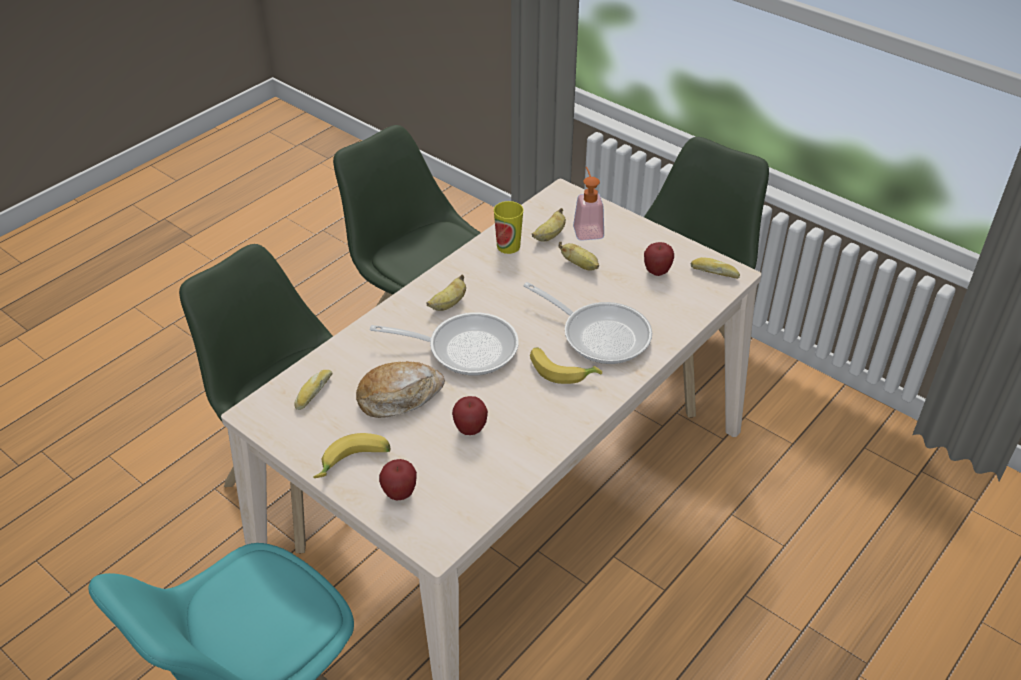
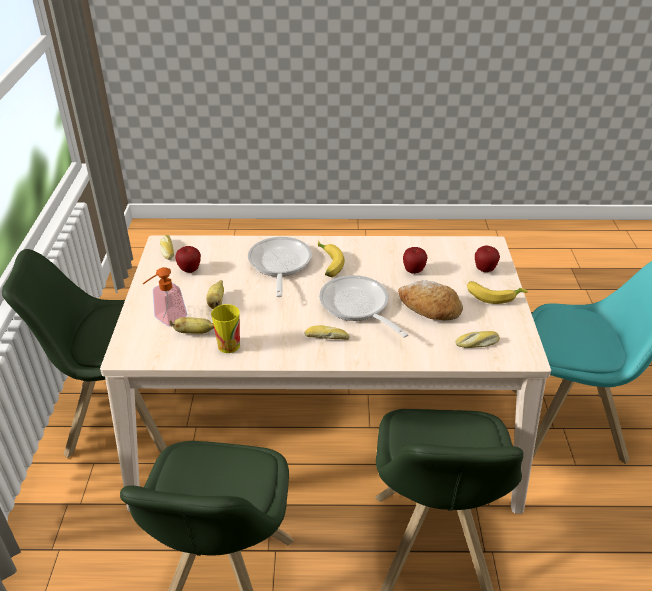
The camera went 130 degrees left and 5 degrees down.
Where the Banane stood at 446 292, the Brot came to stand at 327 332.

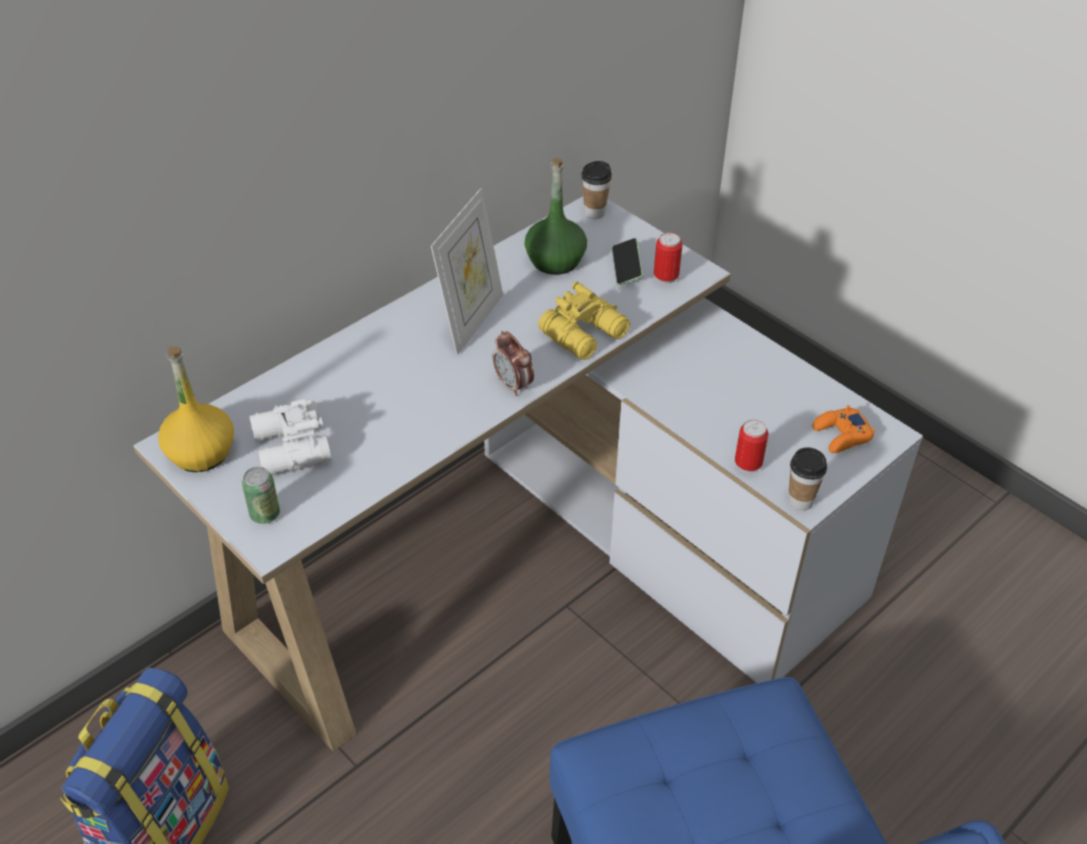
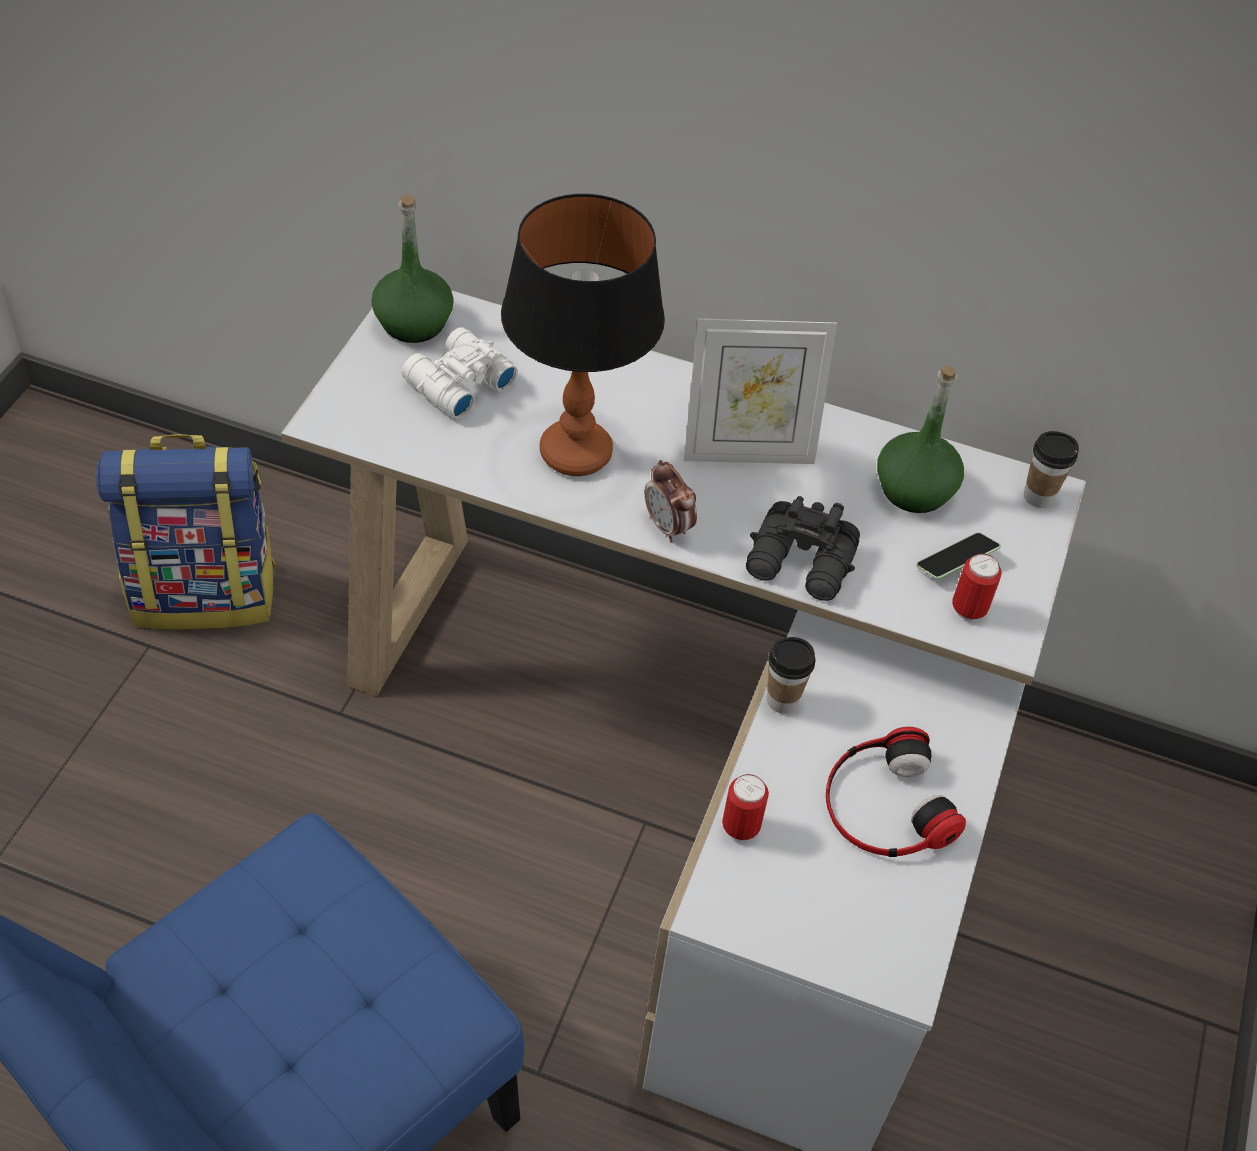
The camera went 60 degrees right and 5 degrees up.
The second view lost the Dose at 261 495.
The second view lost the Gamepad/orange at 843 429.
The second view gained the Tischlampe at 583 335.
The second view gained the Kopfhörer at 896 792.
The Tasse ended up elsewhere, having gone from 807 479 to 791 675.
What was the Flasche/gelb at 196 409 turned into the Flasche/grün at 412 268.
What was the Fernglas/gelb at 584 321 turned into the Fernglas/schwarz at 803 548.
The Wecker at 513 363 ended up facing another way, 60 degrees counterclockwise from before.

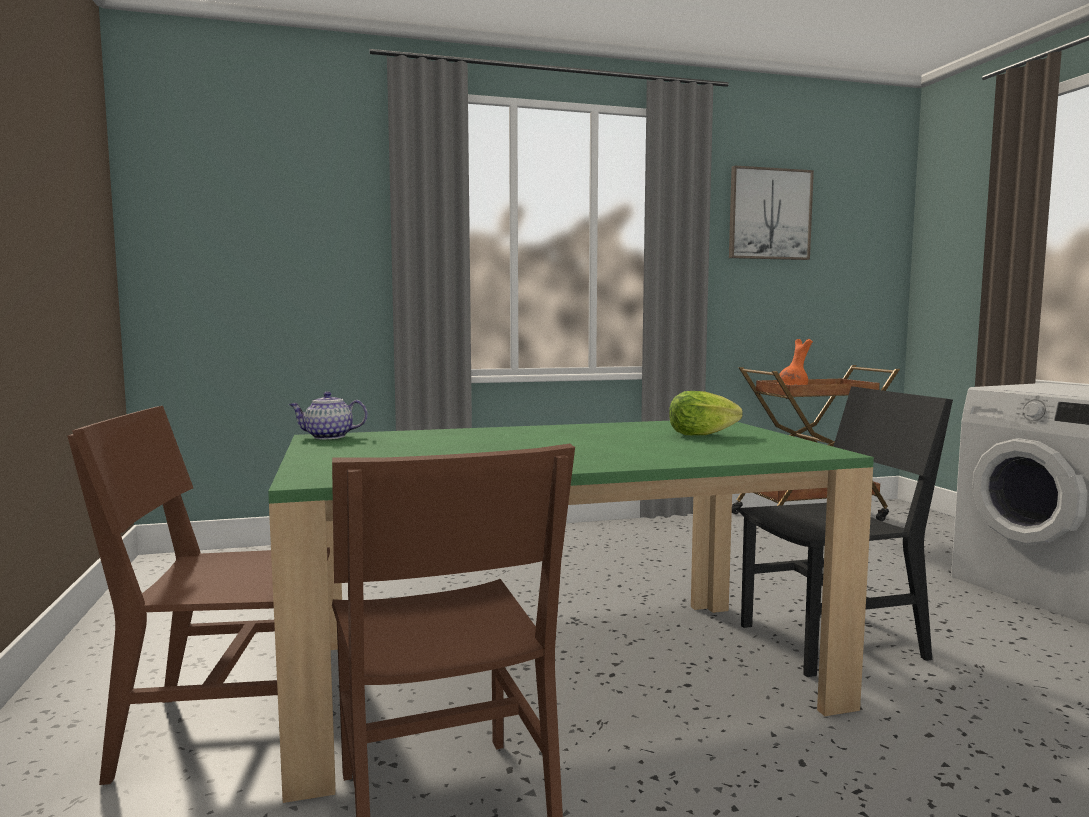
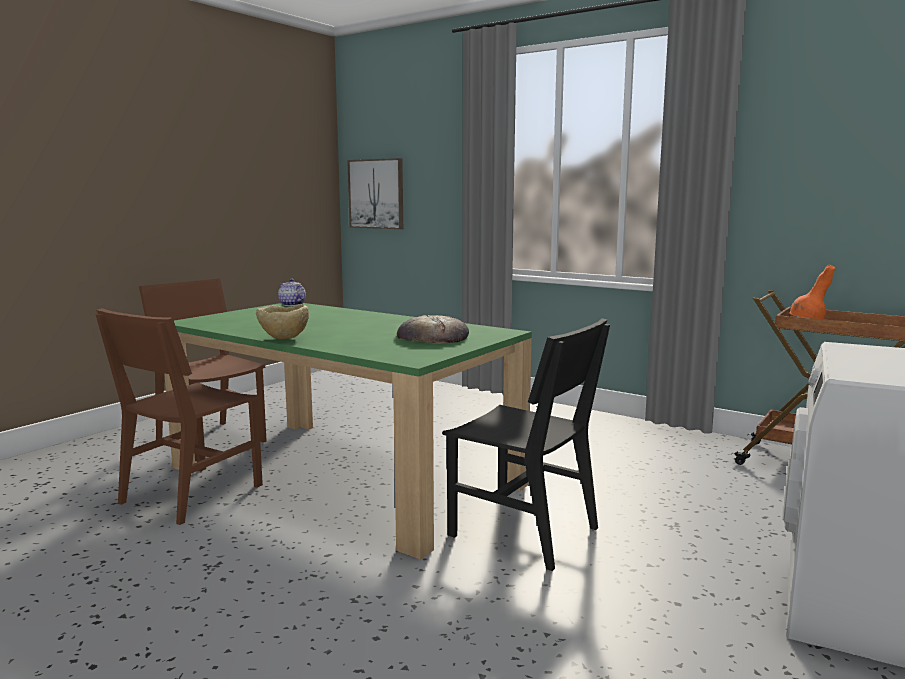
The camera went 50 degrees right and 5 degrees up.
The second view gained the Schüssel/beige at 282 321.
The Bild ended up elsewhere, having gone from 771 213 to 375 193.
Where the Salatkopf stood at 706 413, the Brot came to stand at 433 329.

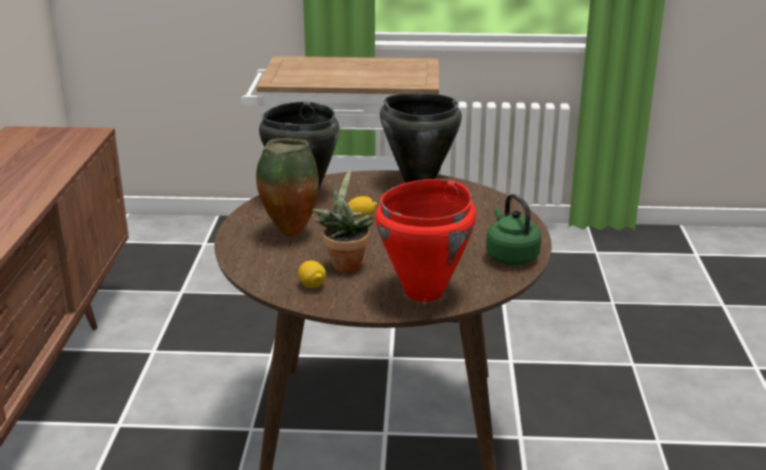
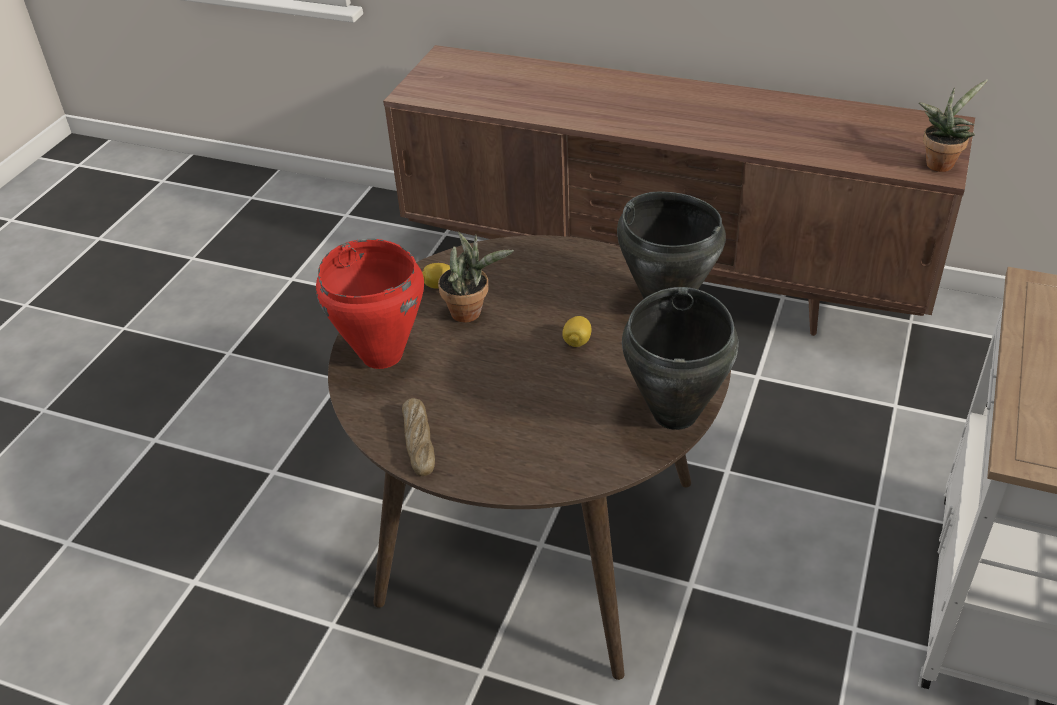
The camera went 110 degrees right and 15 degrees up.
The second view lost the Vase at 287 187.
The second view gained the Topfpflanze at 953 125.
Where the Wasserkessel/grün stood at 513 229, the Brot came to stand at 418 437.

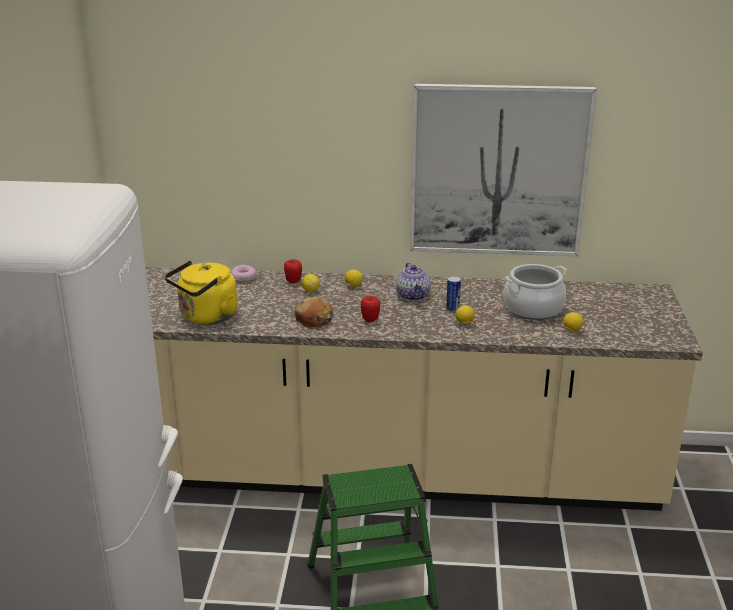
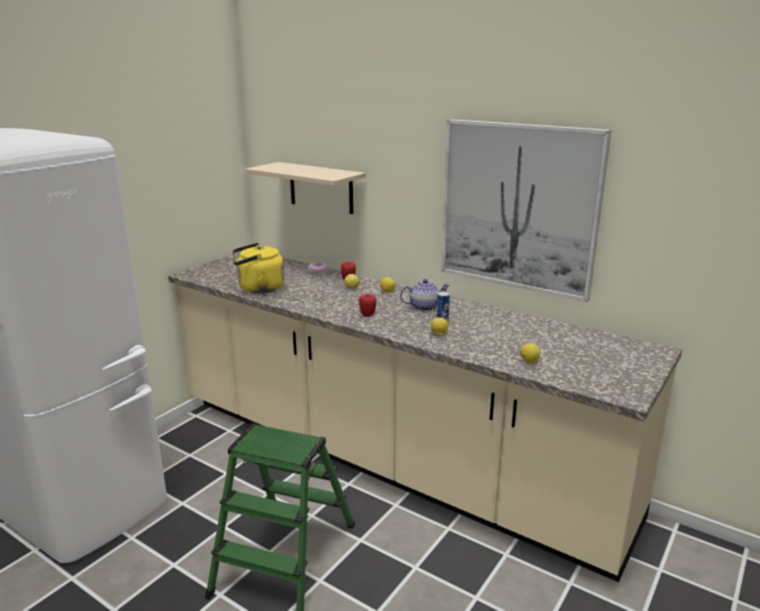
The camera went 30 degrees right and 5 degrees down.
The second view lost the Brot at 314 311.
The second view lost the Kochtopf at 535 292.
The second view gained the Wandregal/beige at 305 188.
The Teekanne at 413 282 ended up facing another way, 120 degrees counterclockwise from before.

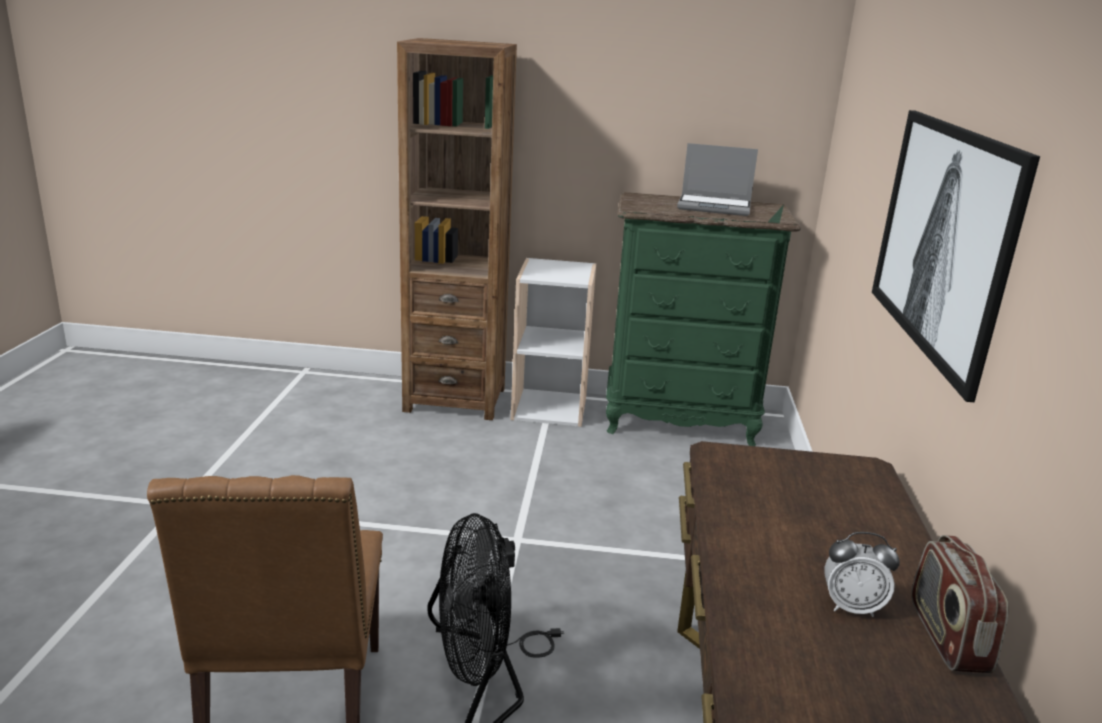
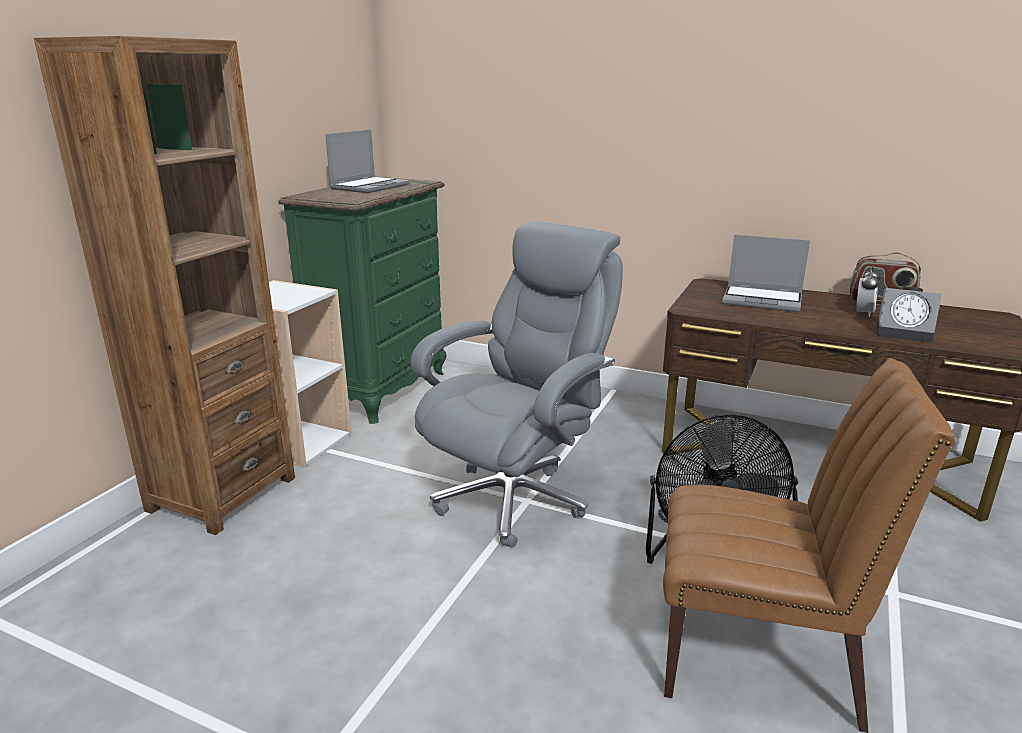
The camera went 70 degrees left and 0 degrees up.
The second view lost the Bild at 956 256.
The second view gained the Bürostuhl/grau at 516 384.
The second view gained the Laptop at 766 273.
The second view gained the Wecker at 909 315.

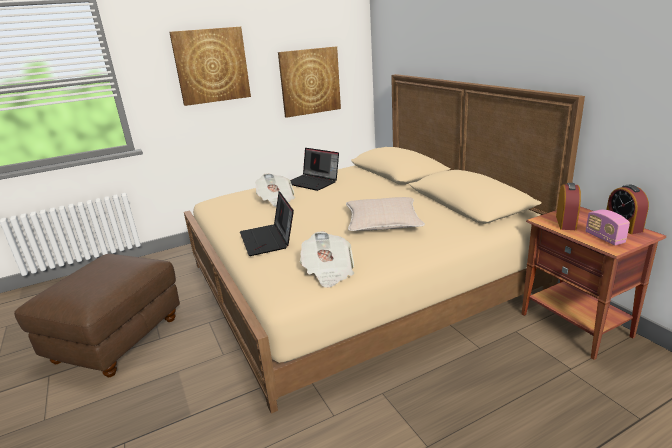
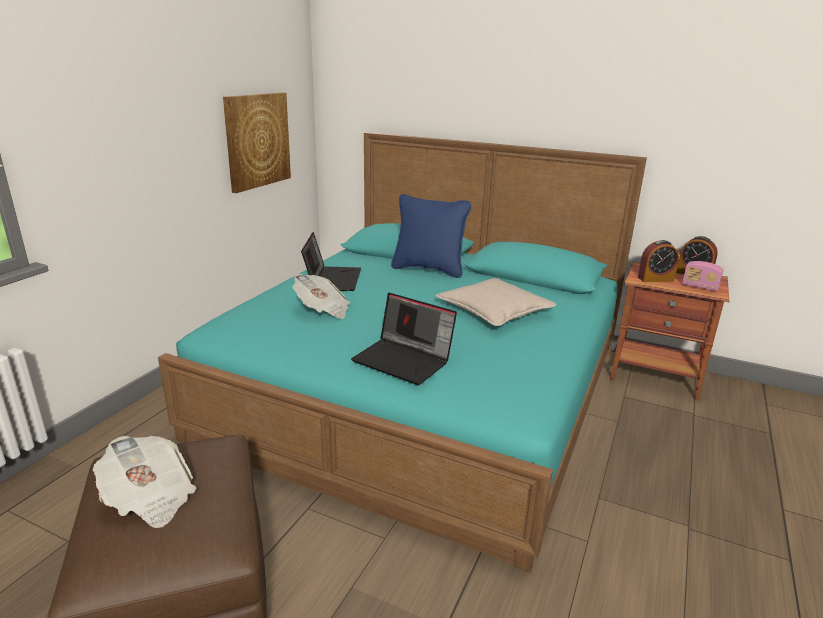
The camera went 40 degrees left and 0 degrees up.
The second view lost the Bild at 210 66.
The second view gained the Kissen/blau at 431 236.
The Zeitung ended up elsewhere, having gone from 327 259 to 145 482.
What was the Bett/beige at 384 244 turned into the Bett/türkis at 402 352.
The Laptop at 314 169 ended up facing another way, 90 degrees counterclockwise from before.
The Wecker at 568 206 ended up facing another way, 105 degrees clockwise from before.

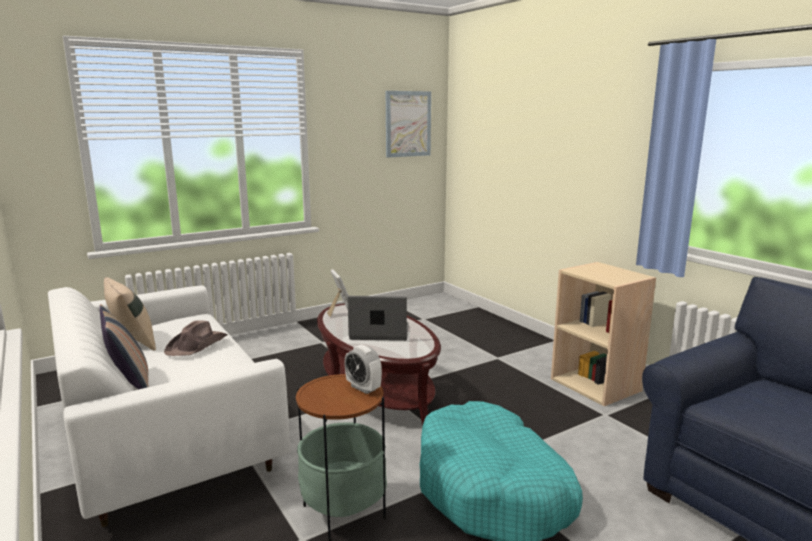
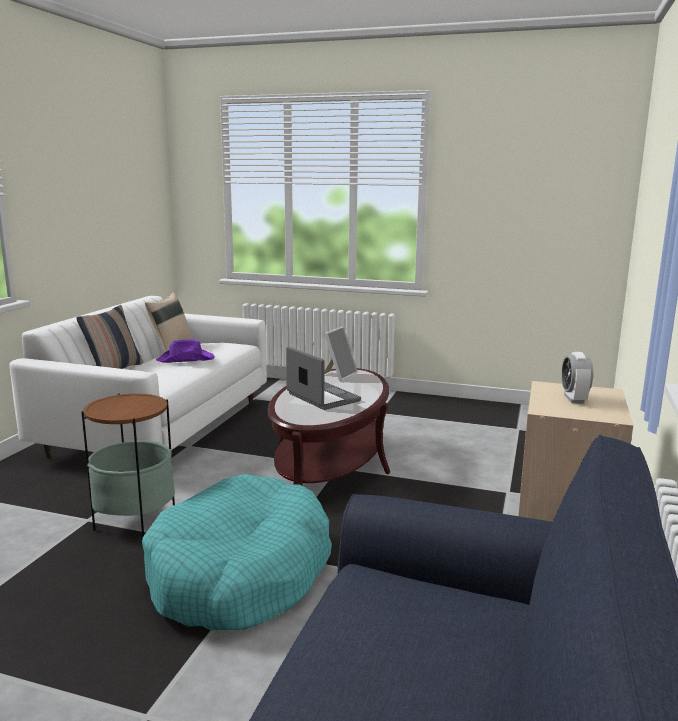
The camera went 50 degrees right and 0 degrees up.
The second view lost the Bild at 408 124.
The Wecker ended up elsewhere, having gone from 363 369 to 577 378.
What was the Hut/braun at 196 338 turned into the Hut/lila at 185 351.

